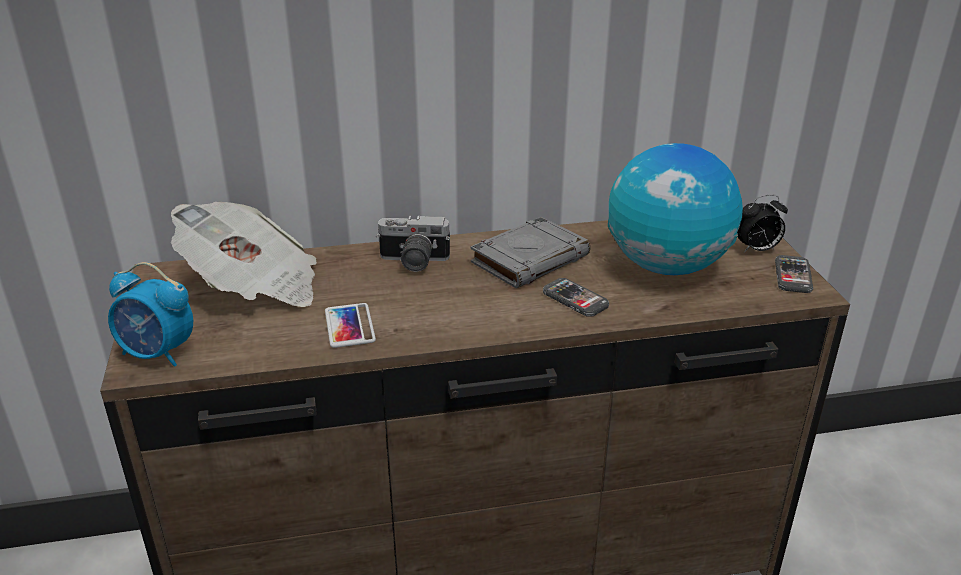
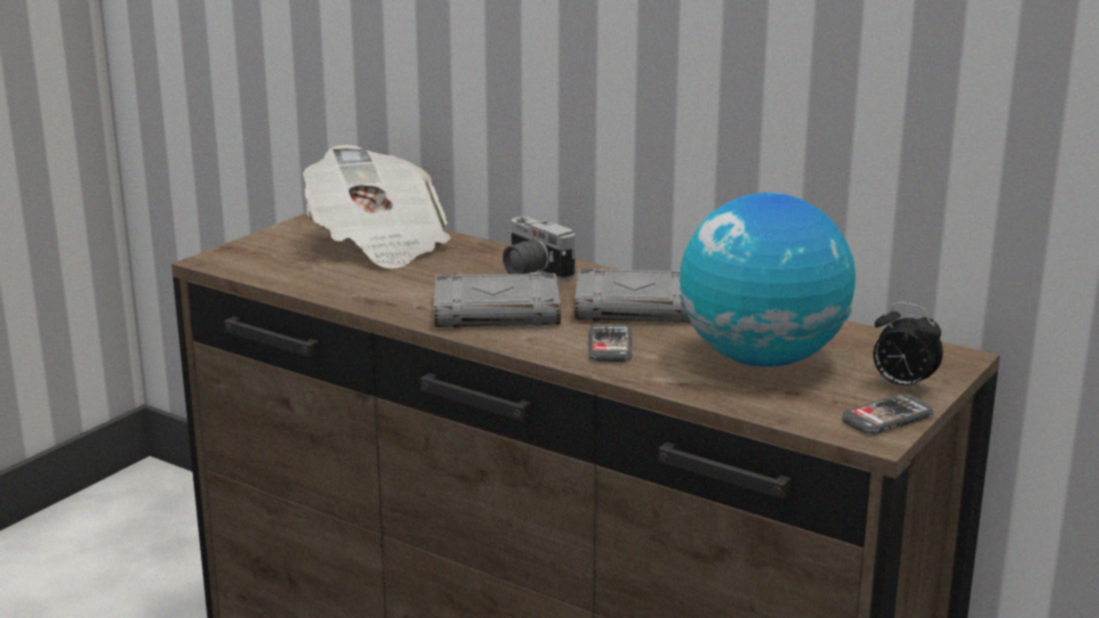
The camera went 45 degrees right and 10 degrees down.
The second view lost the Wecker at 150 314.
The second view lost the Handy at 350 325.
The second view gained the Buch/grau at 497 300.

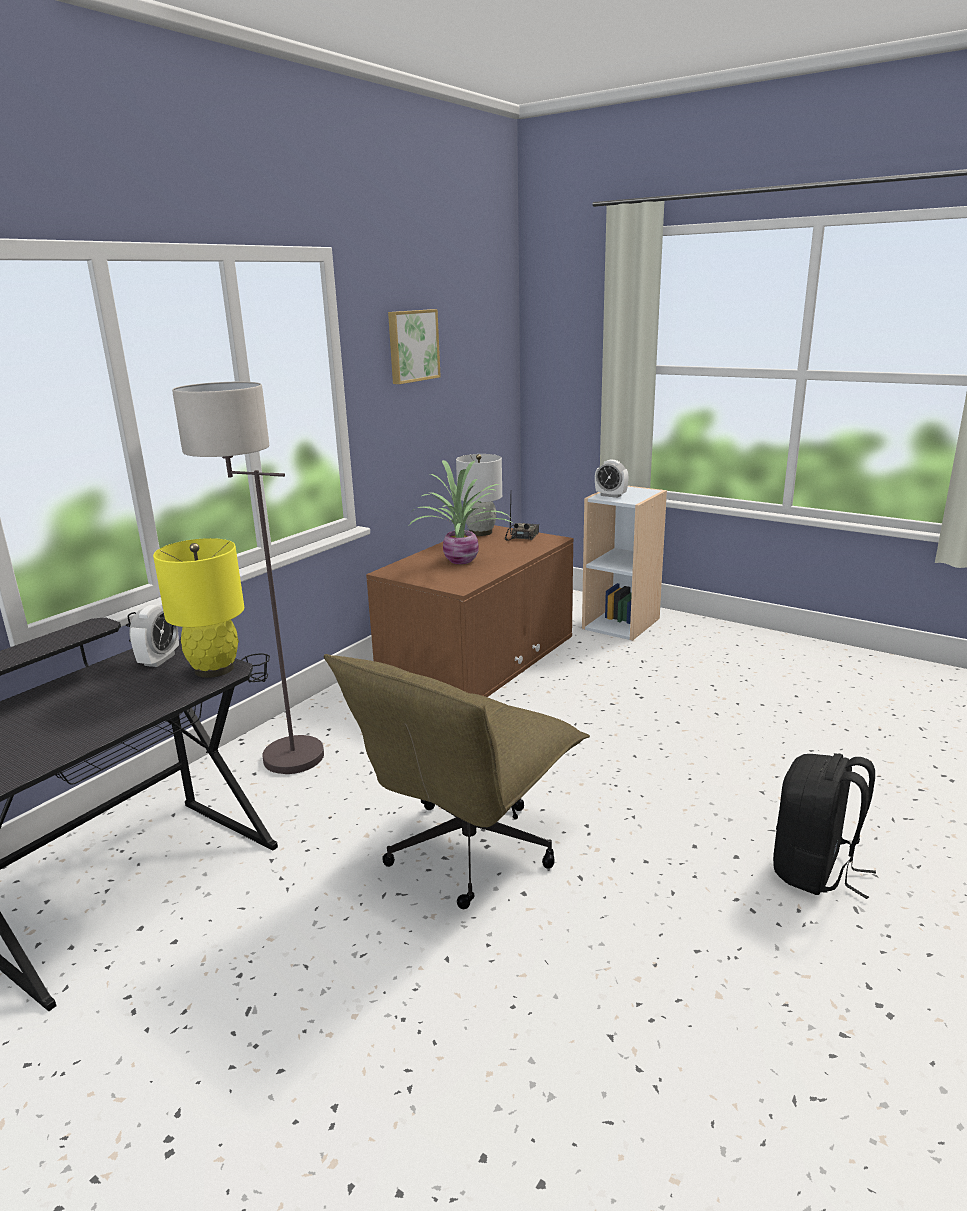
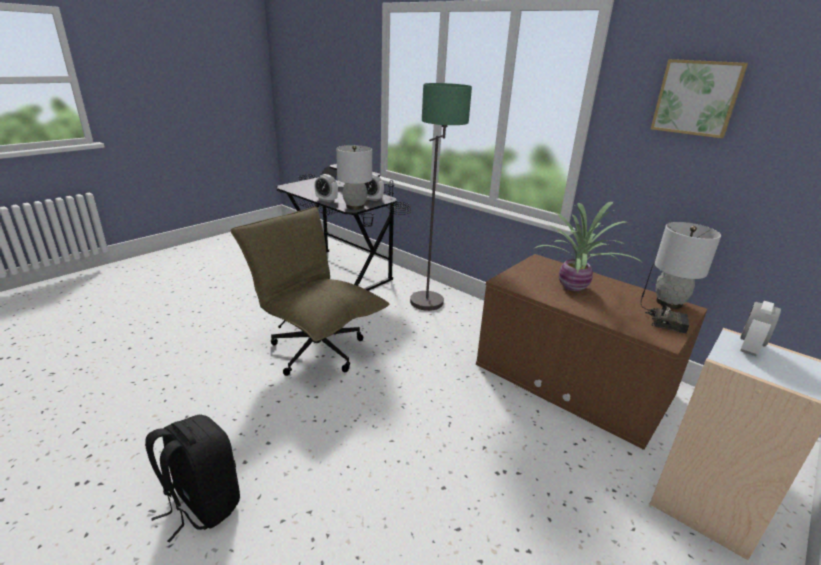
The camera went 95 degrees right and 5 degrees up.
The second view gained the Wecker at 326 188.
What was the Tischlampe/gelb at 198 608 turned into the Tischlampe/weiß at 354 177.
What was the Stehlampe/grau at 248 578 turned into the Stehlampe/grün at 441 197.

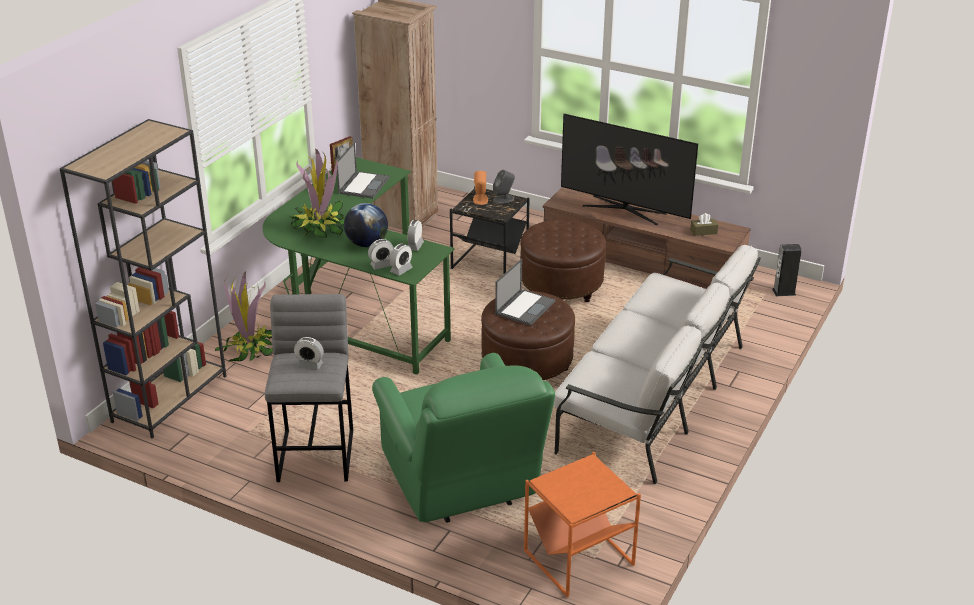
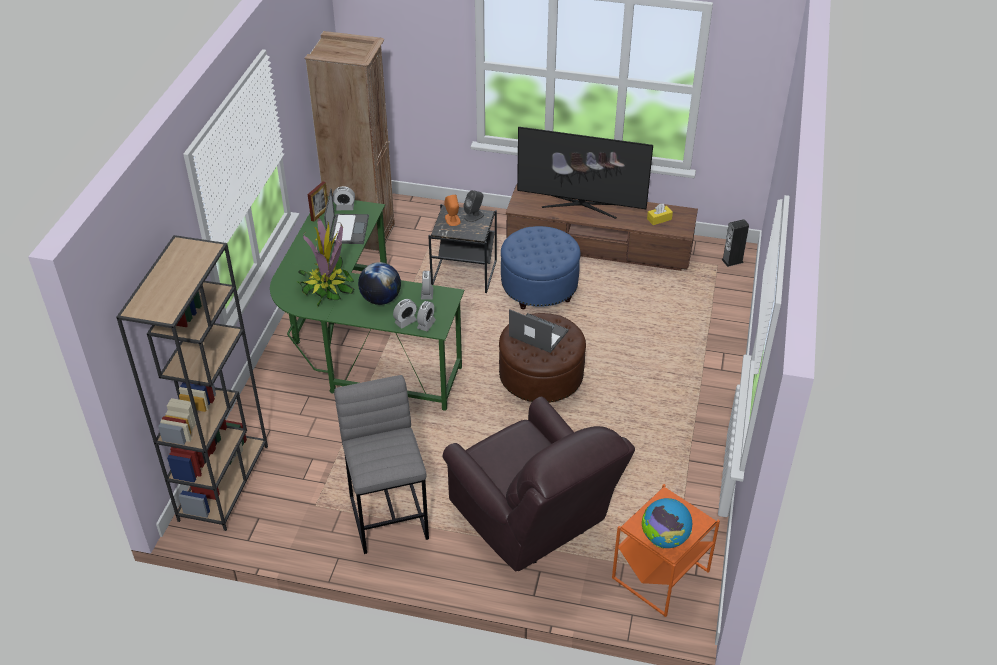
The camera went 15 degrees left and 10 degrees up.
The second view lost the Topfpflanze at 244 316.
The second view lost the Sofa/weiß at 657 364.
The second view gained the Globus at 666 523.
The Wecker ended up elsewhere, having gone from 309 353 to 344 198.
What was the Sessel/grün at 463 437 turned into the Sessel/braun at 539 484.
What was the Polsterhocker/braun at 563 260 turned into the Polsterhocker/blau at 540 267.
What was the Taschentuchbox/braun at 704 224 turned into the Taschentuchbox/gelb at 660 214.
The Laptop at 525 292 ended up facing another way, 75 degrees counterclockwise from before.

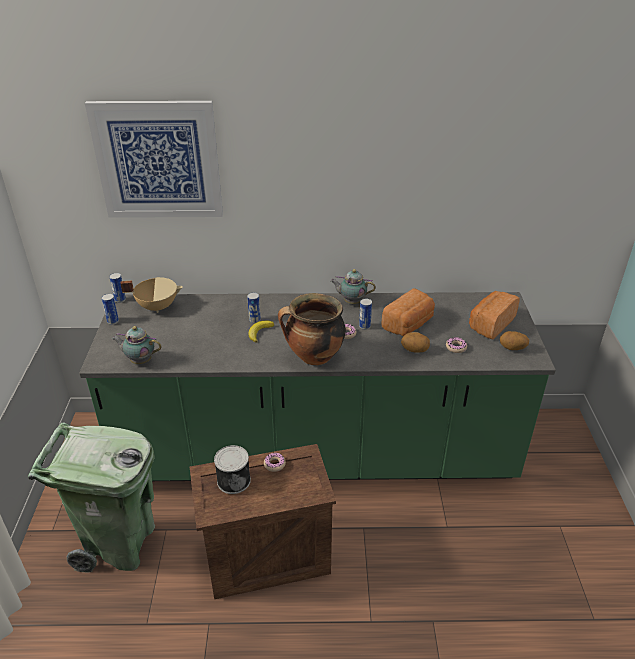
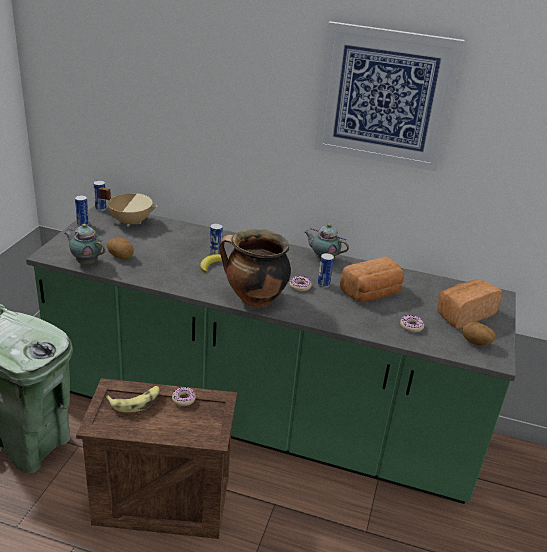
The camera went 15 degrees right and 5 degrees down.
The Bild ended up elsewhere, having gone from 154 159 to 389 96.
The Kartoffel ended up elsewhere, having gone from 415 342 to 120 248.
Where the Dose stood at 232 469, the Banane came to stand at 133 399.

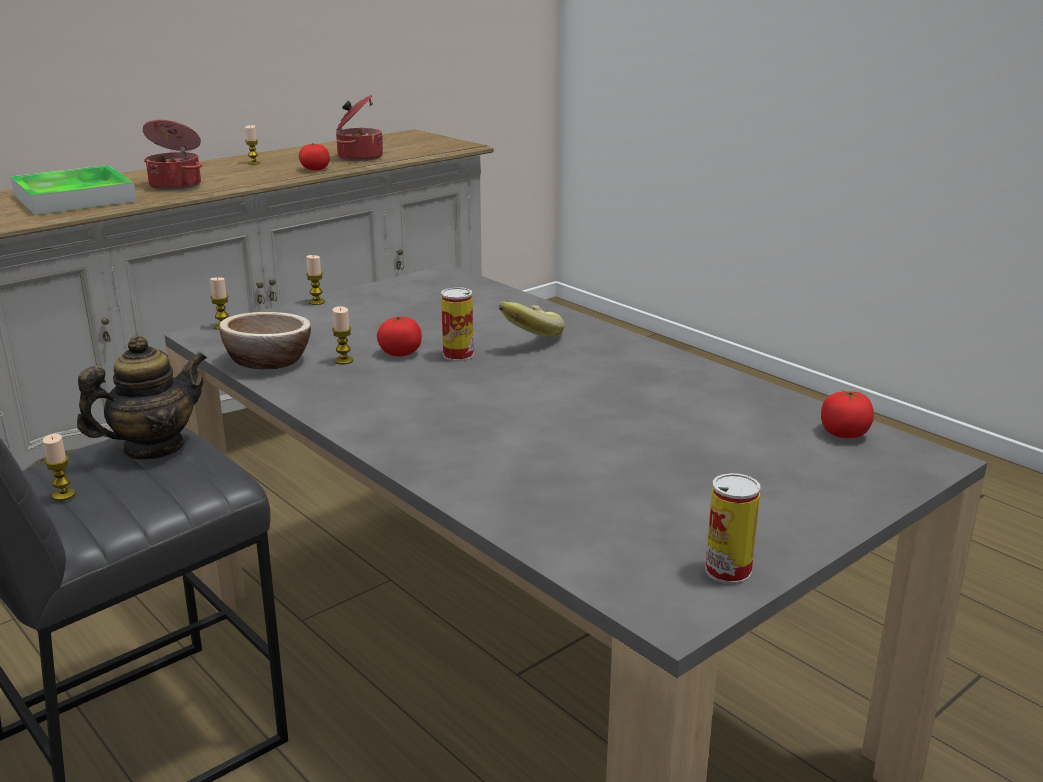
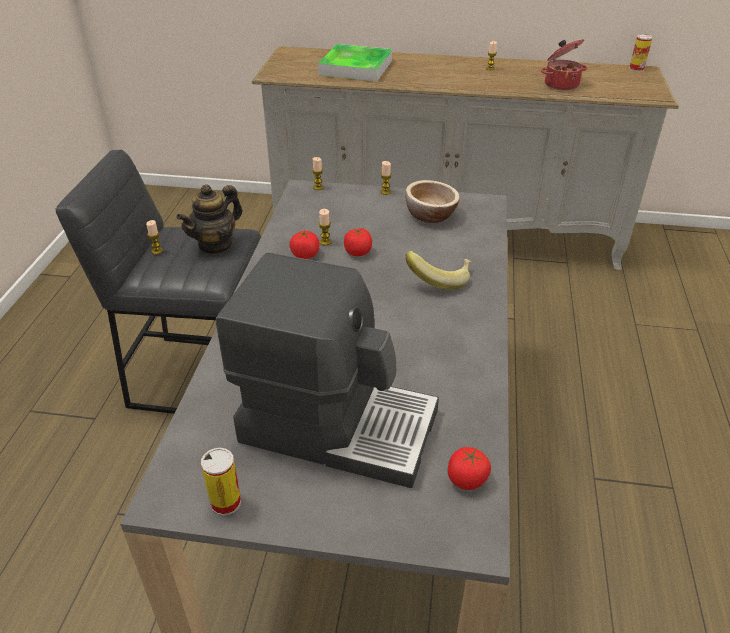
The camera went 50 degrees right and 15 degrees up.
The second view lost the Kochtopf at 172 155.
The second view gained the Kaffeemaschine at 327 370.
The Schüssel ended up elsewhere, having gone from 265 340 to 432 201.
The Tomate ended up elsewhere, having gone from 314 157 to 304 244.
The Dose ended up elsewhere, having gone from 457 324 to 641 53.
The Teekanne at 142 397 ended up facing another way, 120 degrees clockwise from before.

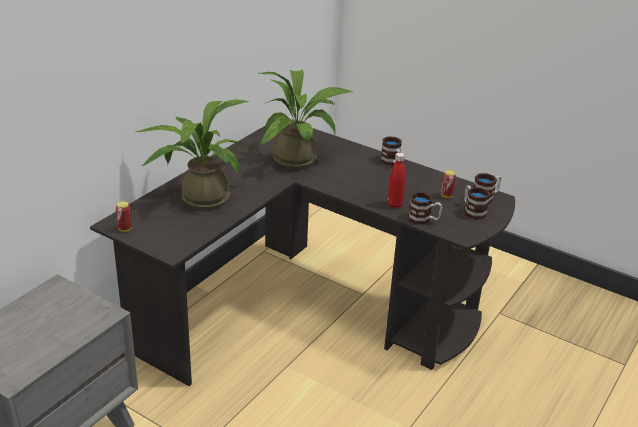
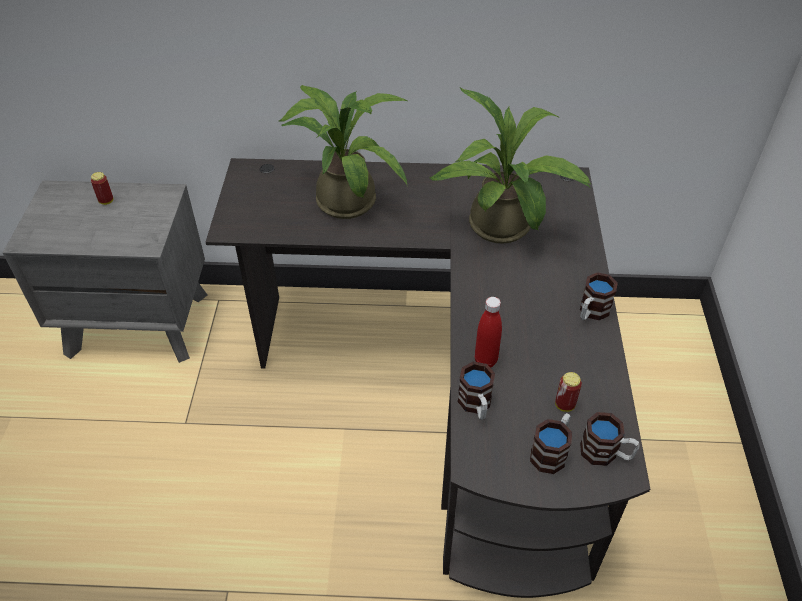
The camera went 60 degrees right and 15 degrees up.
The Dose ended up elsewhere, having gone from 124 216 to 102 188.

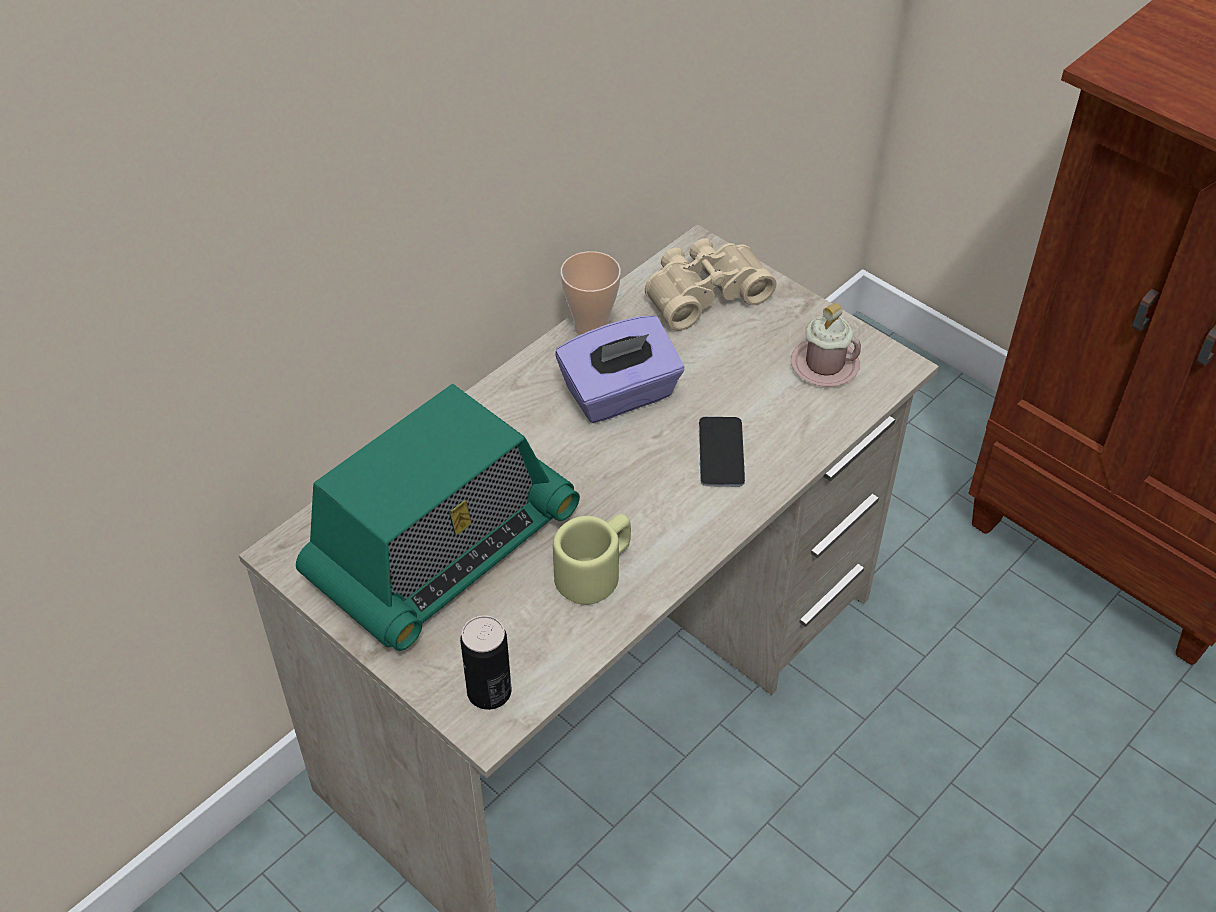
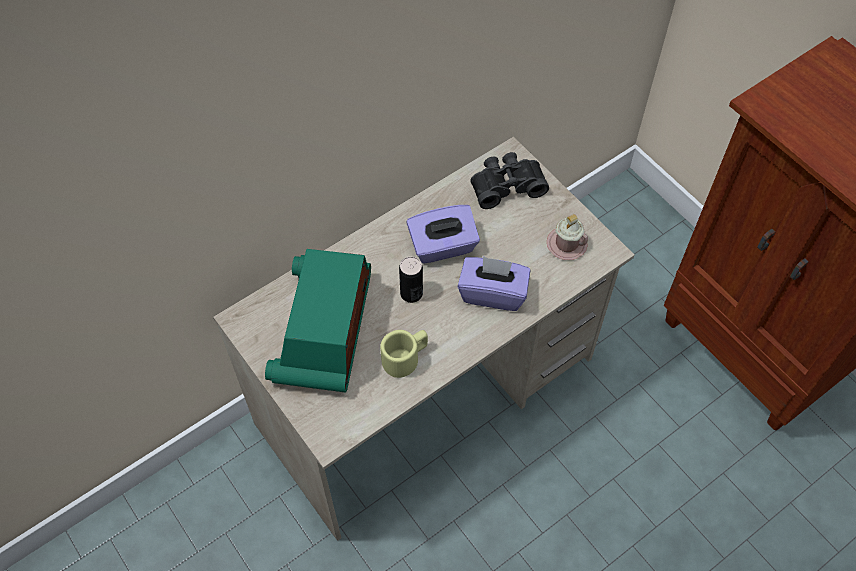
The camera went 10 degrees right and 10 degrees up.
The second view lost the Tasse at 590 293.
The Dose ended up elsewhere, having gone from 486 662 to 411 279.
Where the Handy stood at 722 452, the Taschentuchbox/lila came to stand at 493 283.
What was the Fernglas/beige at 711 284 turned into the Fernglas/schwarz at 509 180.
The Radio at 438 517 ended up facing another way, 135 degrees clockwise from before.

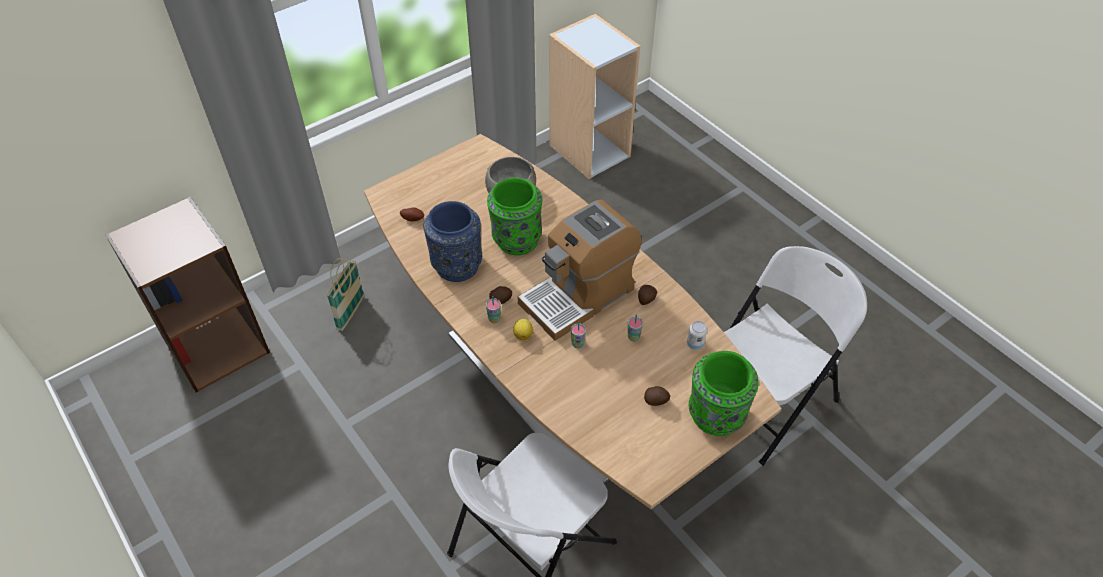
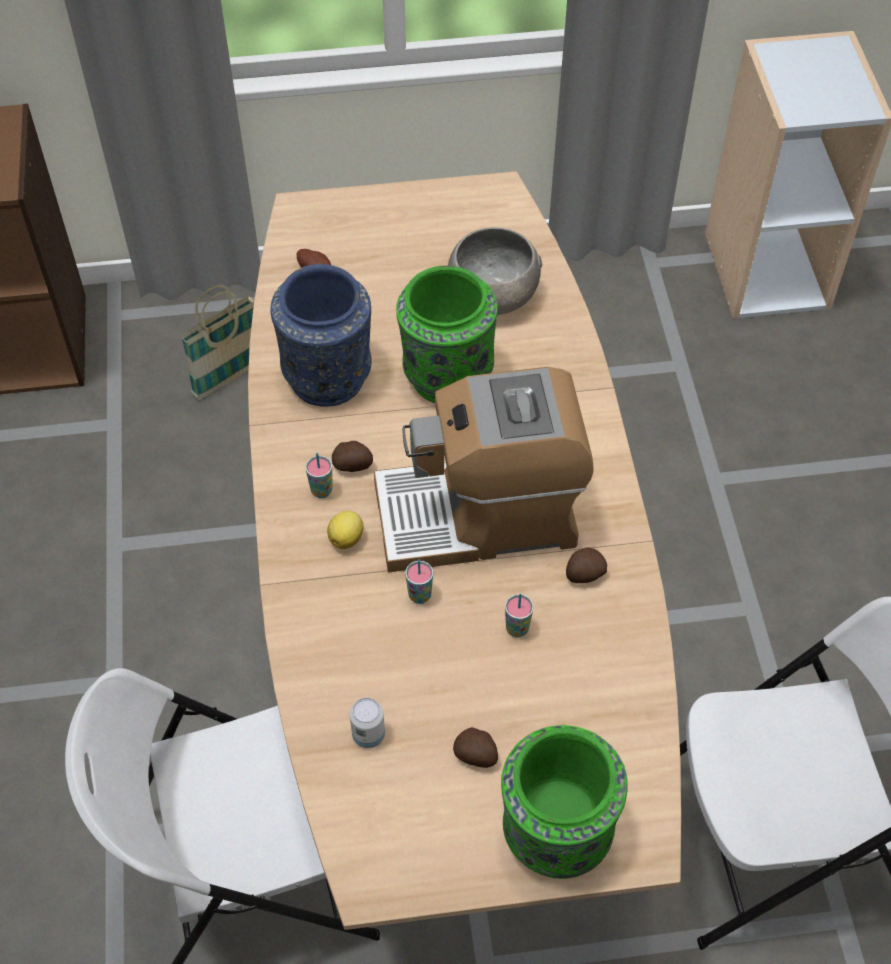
The camera went 30 degrees right and 5 degrees up.
The Dose ended up elsewhere, having gone from 697 335 to 367 723.

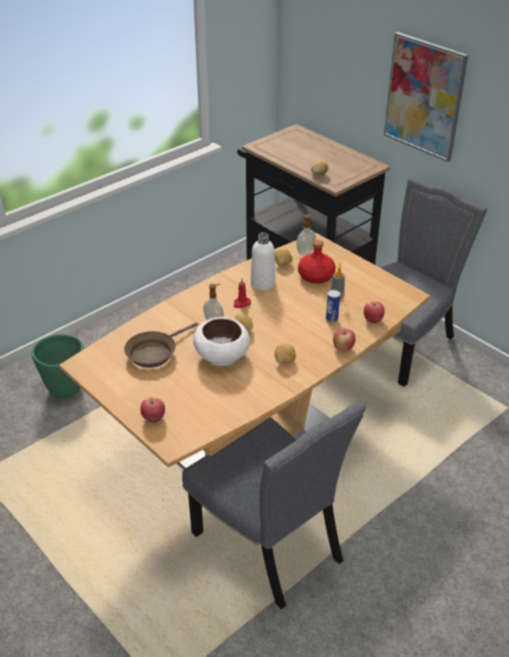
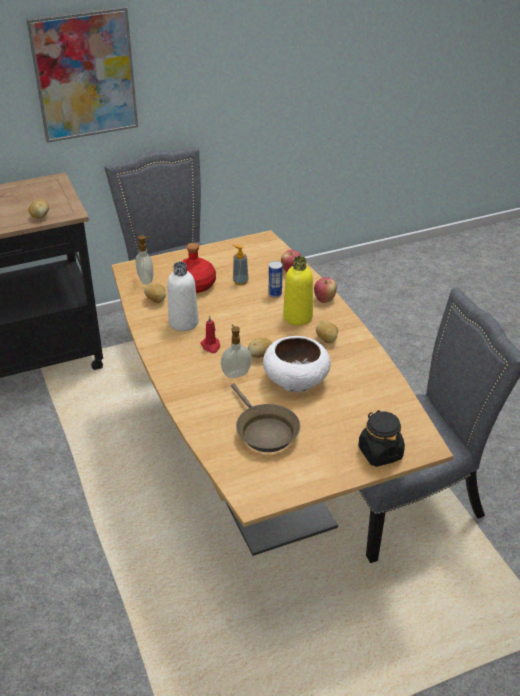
The camera went 70 degrees left and 0 degrees up.
The second view lost the Pflanzkübel/grün at 57 366.
The second view gained the Flasche/gelb at 298 291.
Where the Apfel stood at 152 410, the Vorratsglas/schwarz came to stand at 381 438.

